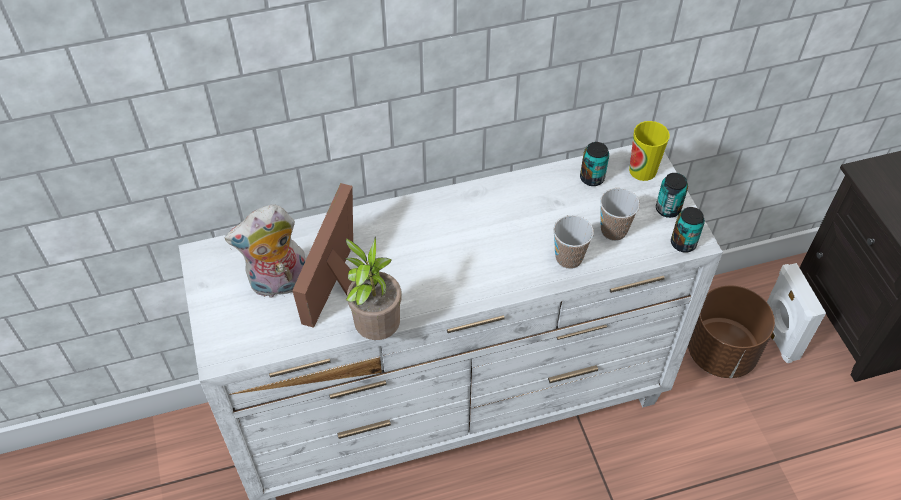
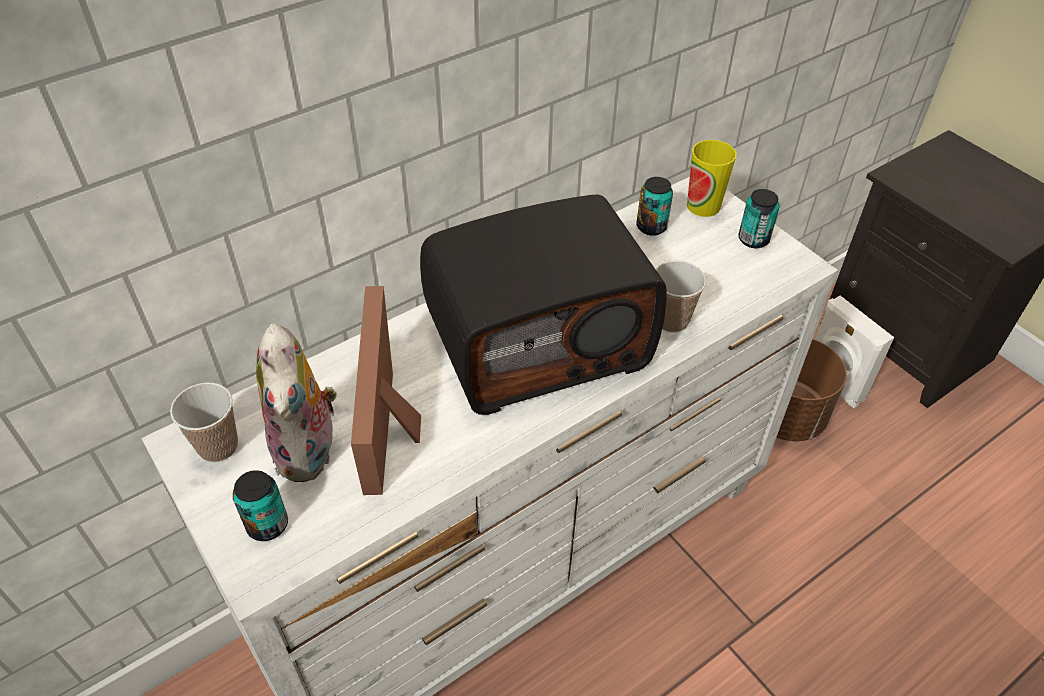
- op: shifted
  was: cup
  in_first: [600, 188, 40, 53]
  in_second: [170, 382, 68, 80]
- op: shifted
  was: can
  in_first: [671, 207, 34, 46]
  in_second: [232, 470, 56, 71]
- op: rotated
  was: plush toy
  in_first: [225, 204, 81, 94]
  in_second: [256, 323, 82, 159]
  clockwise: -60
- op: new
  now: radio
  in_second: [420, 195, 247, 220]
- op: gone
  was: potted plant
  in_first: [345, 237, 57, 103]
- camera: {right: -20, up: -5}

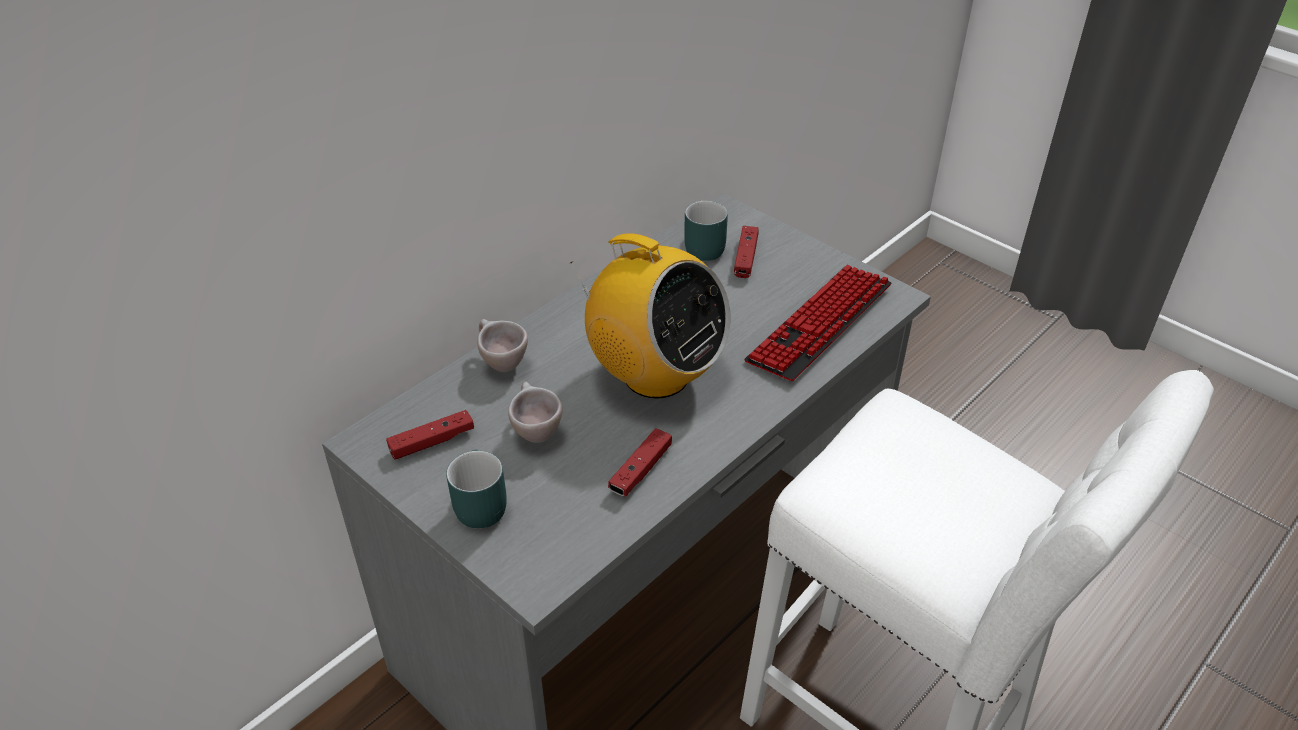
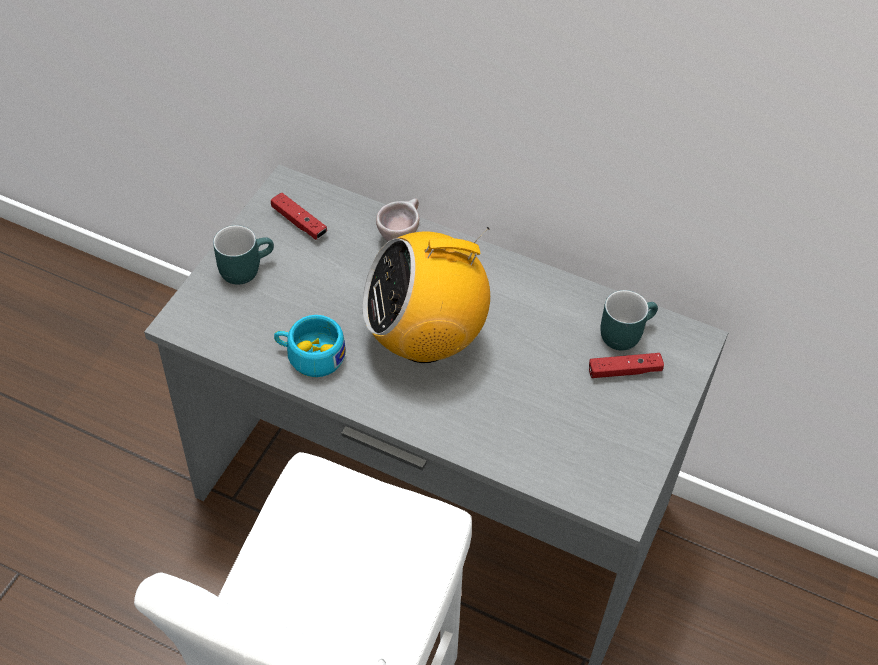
- op: swapped
  was: red game controller
  now: turquoise cup
  in_first: [608, 428, 64, 68]
  in_second: [274, 315, 72, 62]
- op: rotated
  was: radio
  in_first: [570, 233, 161, 166]
  in_second: [362, 227, 128, 136]
  clockwise: 60
- op: gone
  was: beige cup
  in_first: [508, 381, 54, 62]
- op: gone
  was: keyboard
  in_first: [744, 265, 147, 116]
- camera: {right: 70, up: 10}

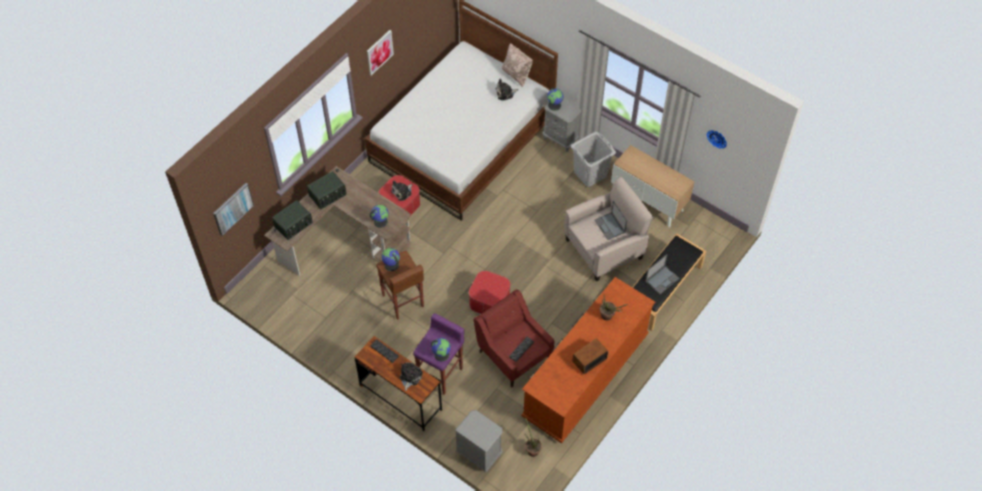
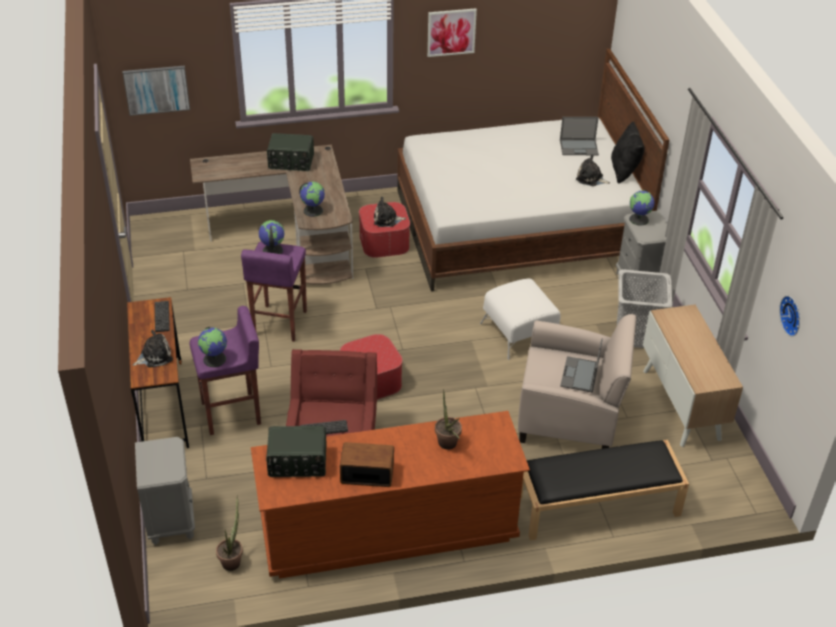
- op: repainted
  was: brown stool
  now: purple stool
  in_first: [376, 251, 48, 69]
  in_second: [241, 242, 66, 100]
- op: shifted
  was: radio
  in_first: [272, 200, 41, 40]
  in_second: [266, 426, 61, 51]
- op: new
  now: white ottoman
  in_second: [480, 279, 81, 81]
- op: shifted
  was: laptop
  in_first: [645, 254, 35, 40]
  in_second: [560, 117, 39, 38]
- op: repainted
  was: beige pillow
  now: black pillow
  in_first: [502, 43, 31, 44]
  in_second: [611, 121, 34, 63]
- camera: {right: 40, up: -15}

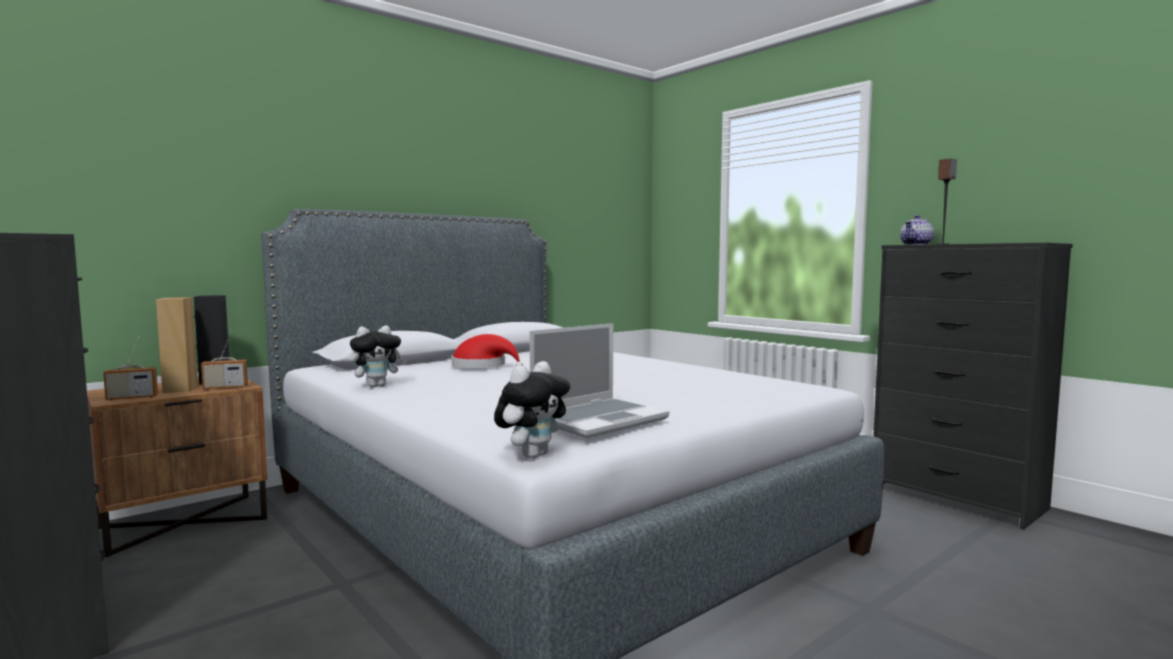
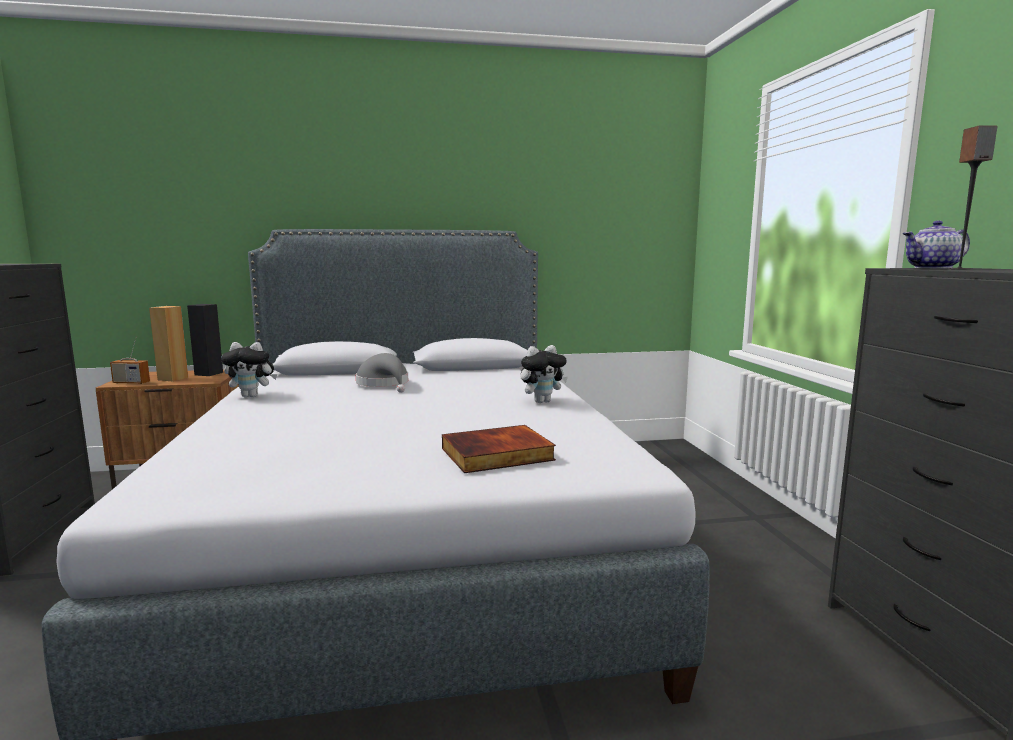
- op: repainted
  was: red hat
  now: grey hat
  in_first: [452, 334, 71, 34]
  in_second: [356, 353, 52, 40]
- op: new
  now: book
  in_second: [442, 425, 114, 48]
- op: shifted
  was: plush toy
  in_first: [494, 361, 76, 98]
  in_second: [520, 345, 48, 58]
- op: gone
  was: radio
  in_first: [201, 331, 47, 59]
- op: gone
  was: laptop
  in_first: [530, 323, 139, 115]
- camera: {right: 30, up: 5}

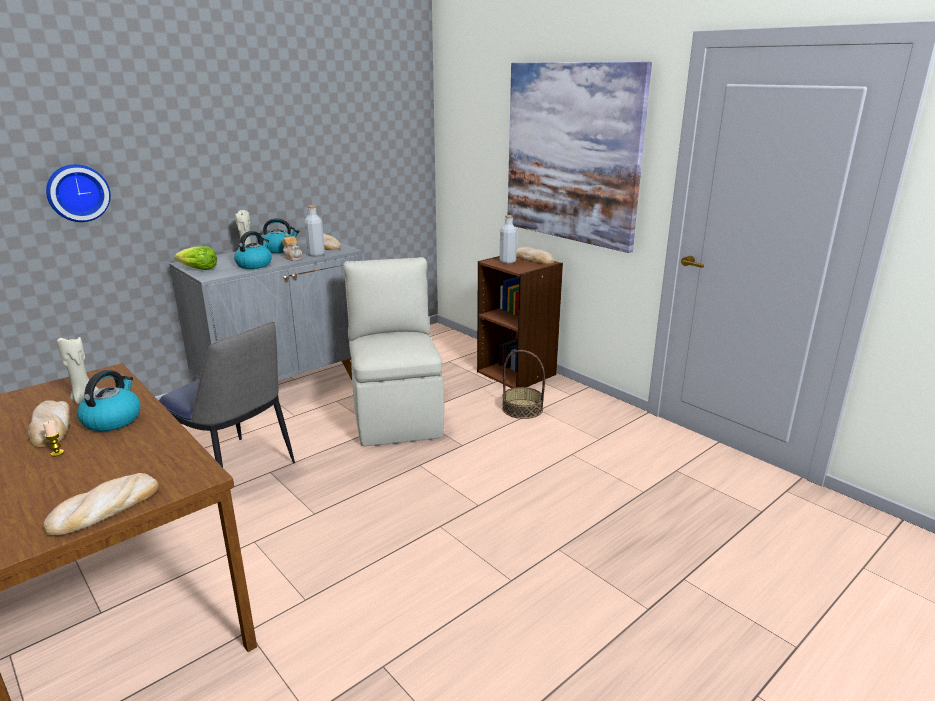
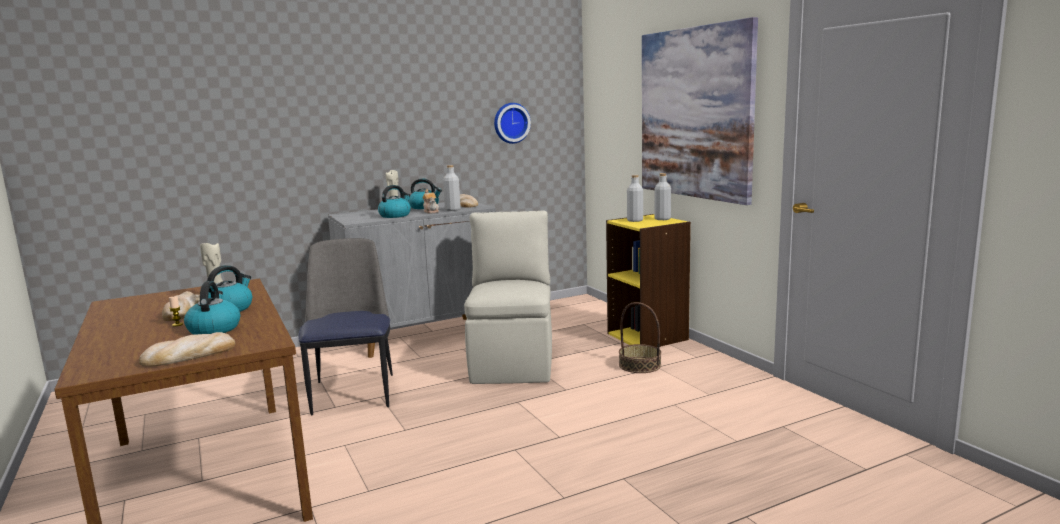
- op: new
  now: kettle
  in_second: [184, 281, 56, 54]
- op: rotated
  was: chair
  in_first: [159, 322, 136, 145]
  in_second: [298, 238, 95, 177]
  clockwise: -150
- op: shifted
  was: wall clock
  in_first: [46, 164, 65, 58]
  in_second: [494, 103, 37, 41]
- op: repainted
  was: brown bookcase
  now: yellow bookcase
  in_first: [477, 256, 86, 132]
  in_second: [606, 214, 85, 133]
- op: swapped
  was: bread
  now: grey bottle
  in_first: [516, 247, 38, 17]
  in_second: [654, 173, 17, 47]
- op: gone
  was: lettuce
  in_first: [174, 246, 43, 24]
- camera: {right: 15, up: -10}

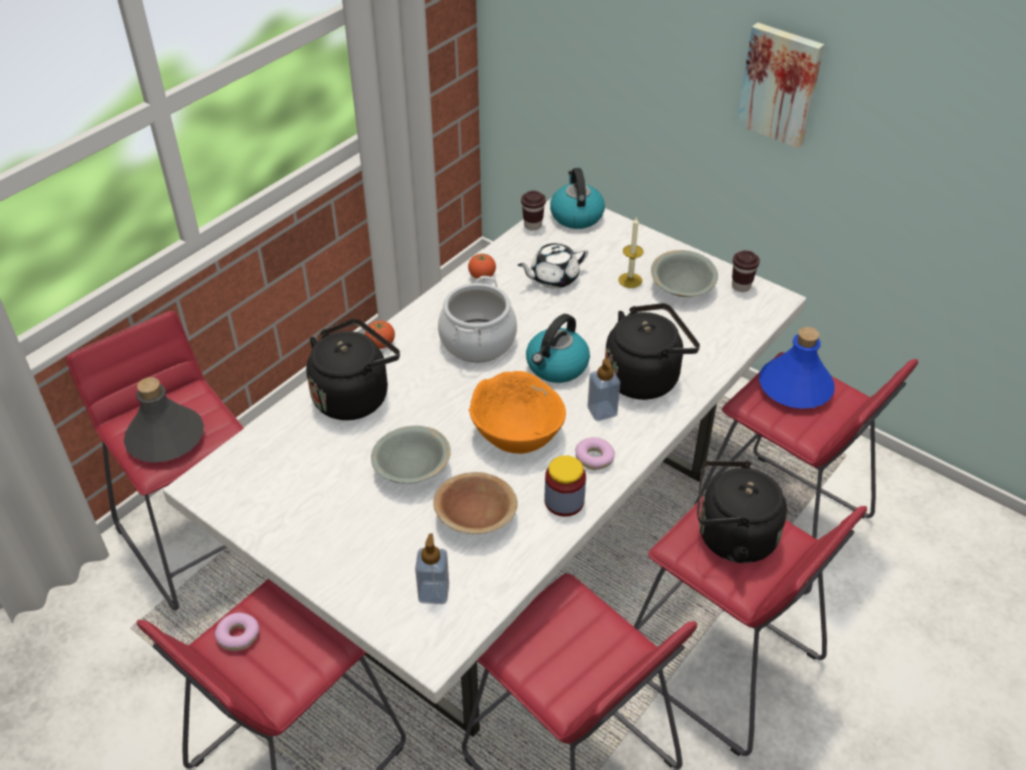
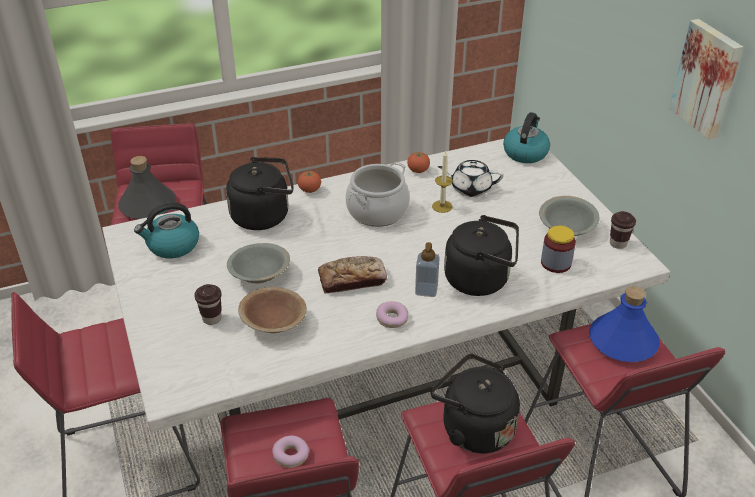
- op: shifted
  was: kettle
  in_first: [526, 314, 64, 69]
  in_second: [134, 202, 65, 56]
- op: shifted
  was: brown cup
  in_first: [521, 191, 25, 40]
  in_second: [194, 284, 28, 41]
- op: shifted
  was: donut
  in_first: [215, 613, 44, 38]
  in_second: [273, 436, 36, 32]
- op: swapped
  was: orange bowl
  now: bread
  in_first: [469, 371, 97, 83]
  in_second: [318, 256, 69, 38]
- op: shifted
  was: candle
  in_first: [619, 217, 24, 71]
  in_second: [432, 151, 21, 62]
- op: shifted
  was: jar
  in_first: [544, 455, 42, 62]
  in_second: [541, 226, 35, 47]
- op: gone
  was: soap dispenser
  in_first: [415, 533, 34, 71]
- camera: {right: 30, up: -5}

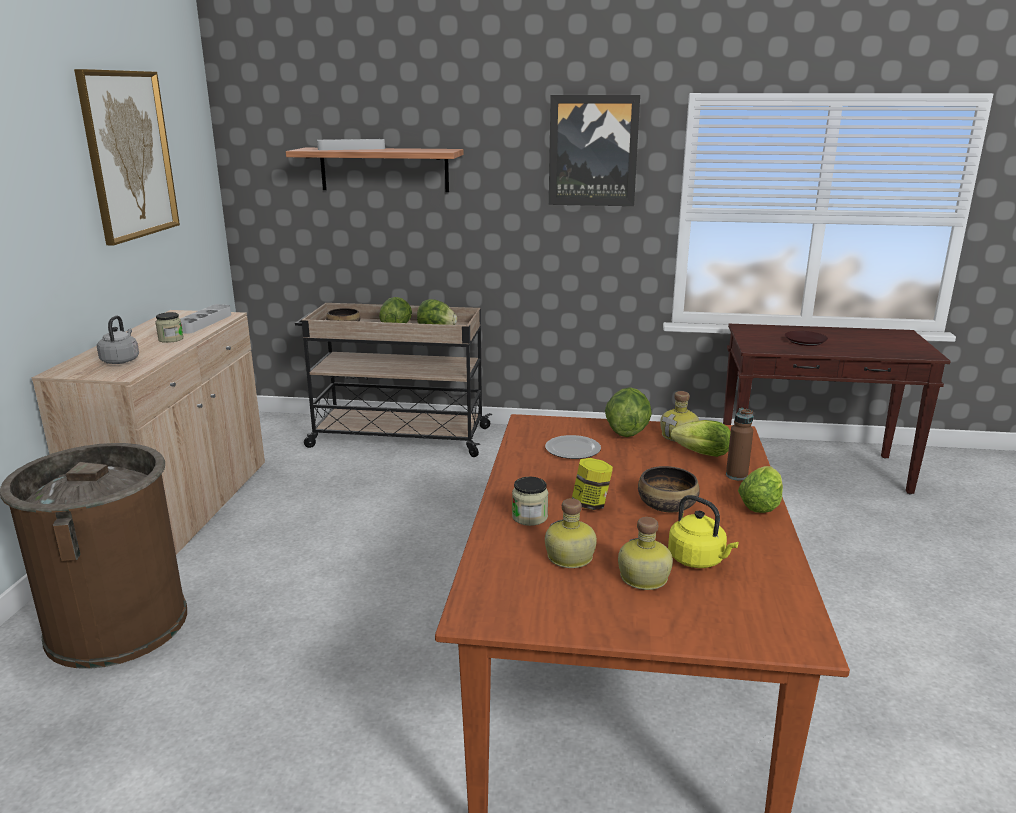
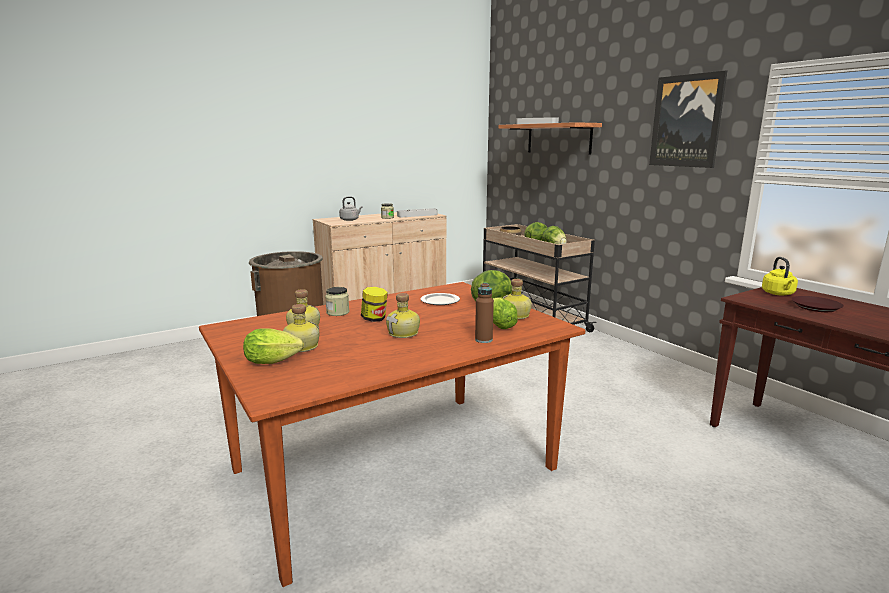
- op: shifted
  was: lettuce
  in_first: [738, 466, 45, 47]
  in_second: [243, 328, 61, 36]
- op: swapped
  was: bowl
  now: bottle
  in_first: [638, 466, 62, 46]
  in_second: [386, 293, 34, 45]
- op: shifted
  was: yellow kettle
  in_first: [668, 495, 71, 73]
  in_second: [762, 257, 36, 39]
- op: gone
  was: picture
  in_first: [74, 69, 106, 177]
- camera: {right: 50, up: -5}

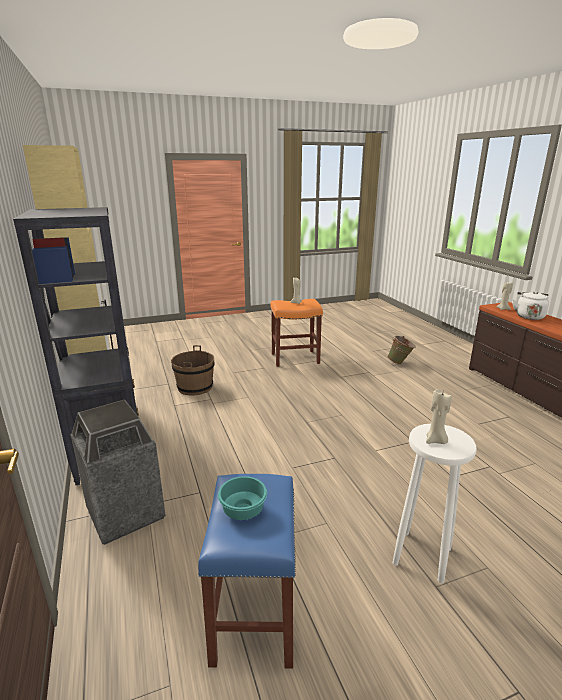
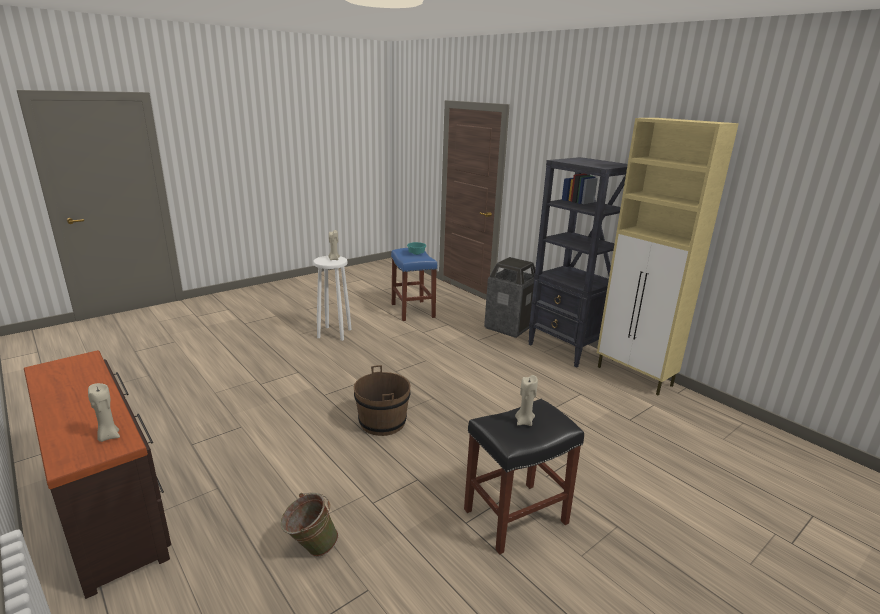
- op: shifted
  was: brown bucket
  in_first: [171, 345, 44, 51]
  in_second: [354, 365, 56, 71]
- op: repainted
  was: orange stool
  now: black stool
  in_first: [270, 299, 53, 68]
  in_second: [464, 399, 120, 156]
- op: gone
  was: white kettle
  in_first: [513, 292, 36, 28]
- camera: {right: 160, up: 0}

